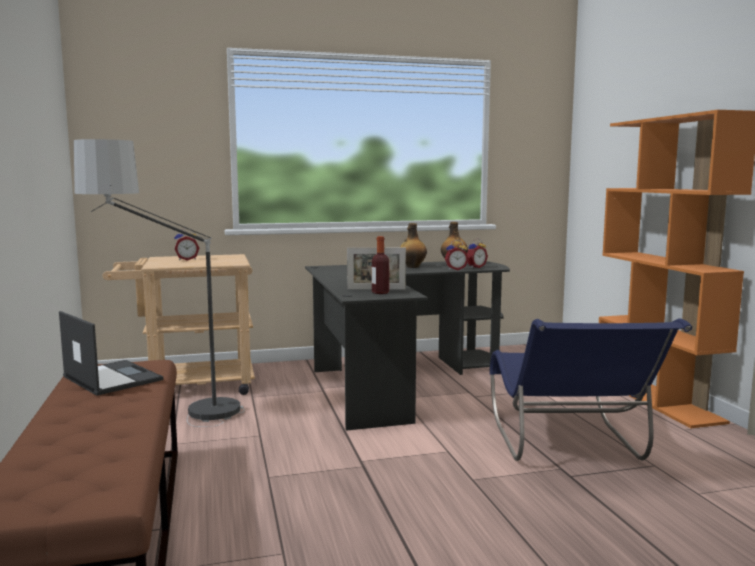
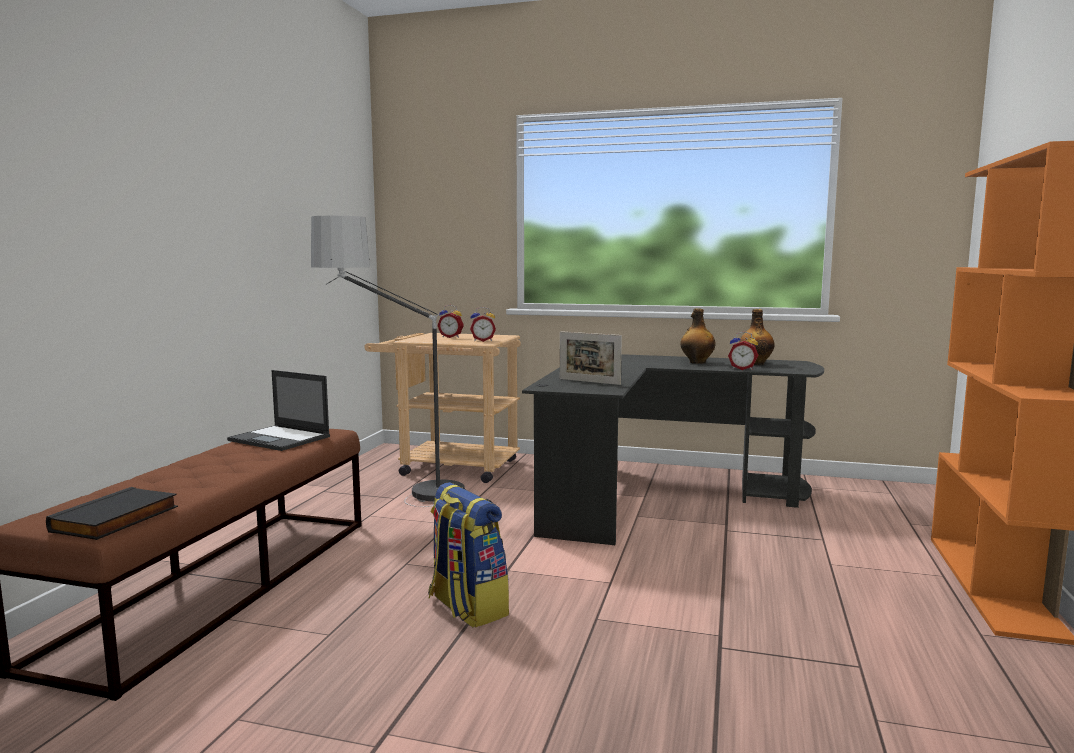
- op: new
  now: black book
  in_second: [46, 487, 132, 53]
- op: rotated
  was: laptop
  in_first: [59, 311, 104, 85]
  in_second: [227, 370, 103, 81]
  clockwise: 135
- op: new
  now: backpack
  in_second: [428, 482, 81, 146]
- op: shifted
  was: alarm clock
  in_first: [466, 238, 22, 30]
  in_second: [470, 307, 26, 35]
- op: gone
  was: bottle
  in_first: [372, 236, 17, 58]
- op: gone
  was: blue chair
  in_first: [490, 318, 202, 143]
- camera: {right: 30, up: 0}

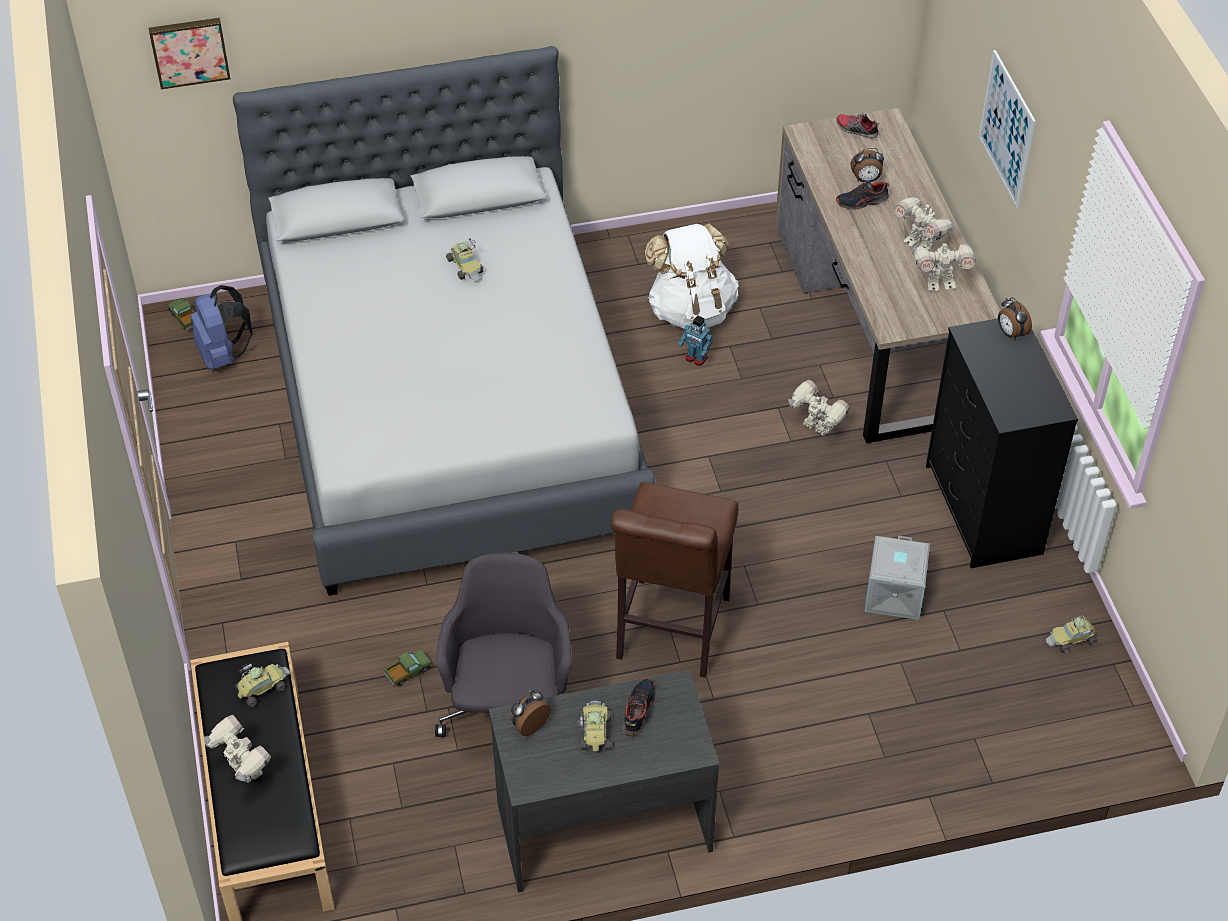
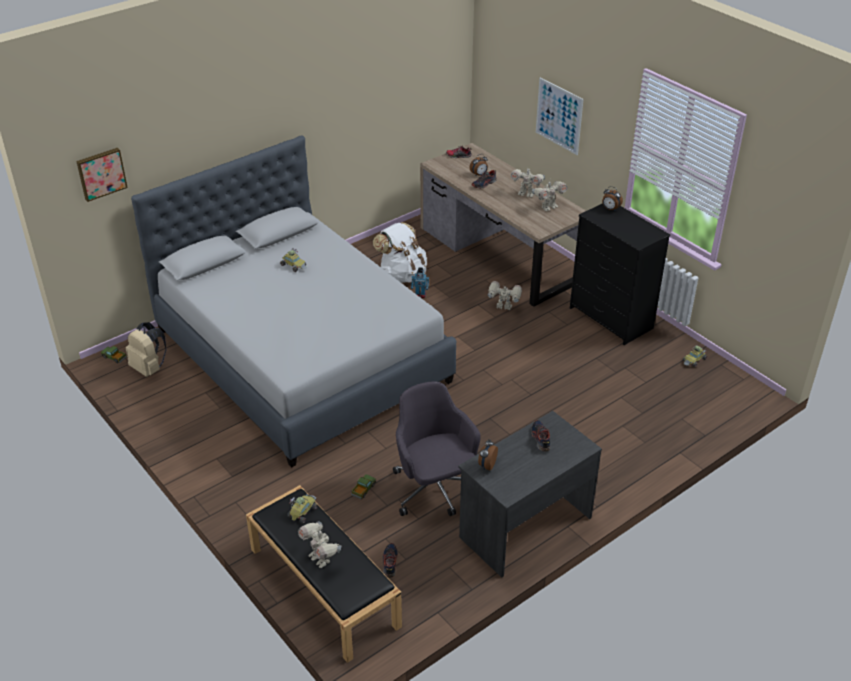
- op: repainted
  was: blue backpack
  now: beige backpack
  in_first: [190, 285, 63, 84]
  in_second: [126, 322, 40, 55]
- op: rotated
  was: toy robot
  in_first: [204, 715, 67, 68]
  in_second: [298, 521, 43, 47]
  clockwise: -150
- op: new
  now: shoe
  in_second: [383, 543, 15, 35]
- op: gone
  was: toy car
  in_first: [578, 701, 33, 50]
- op: gone
  was: brown stool
  in_first: [611, 482, 127, 196]
- op: gone
  was: grey storage box
  in_first: [865, 536, 65, 84]
- camera: {right: -25, up: -10}

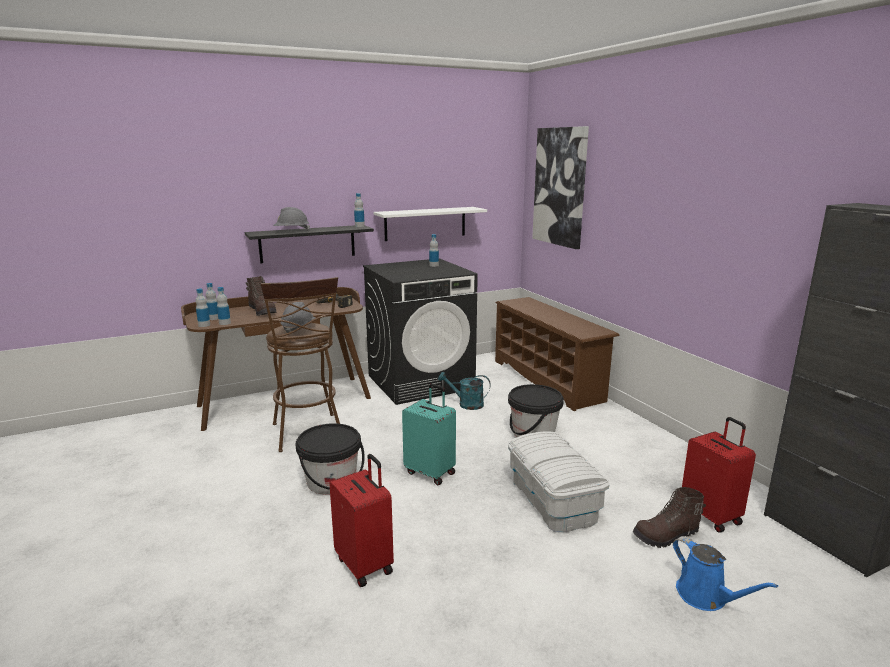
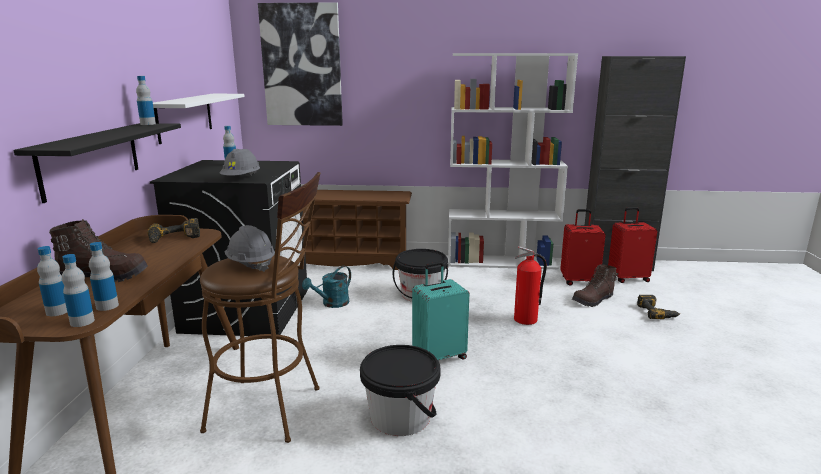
- op: shifted
  was: grey hard hat
  in_first: [273, 207, 37, 24]
  in_second: [219, 149, 41, 27]
- op: new
  now: white bookcase
  in_second: [448, 53, 130, 216]
- op: swapped
  was: white storage box
  now: fire extinguisher
  in_first: [508, 431, 101, 101]
  in_second: [514, 246, 33, 79]
- op: rotated
  was: brown boot
  in_first: [633, 487, 73, 61]
  in_second: [572, 264, 46, 43]
  clockwise: 45
- op: shifted
  was: red suitcase
  in_first: [329, 454, 65, 133]
  in_second: [608, 207, 50, 76]
- op: swapped
  was: blue watering can
  now: power drill
  in_first: [673, 536, 105, 75]
  in_second: [637, 295, 43, 24]
- camera: {right: -60, up: 0}

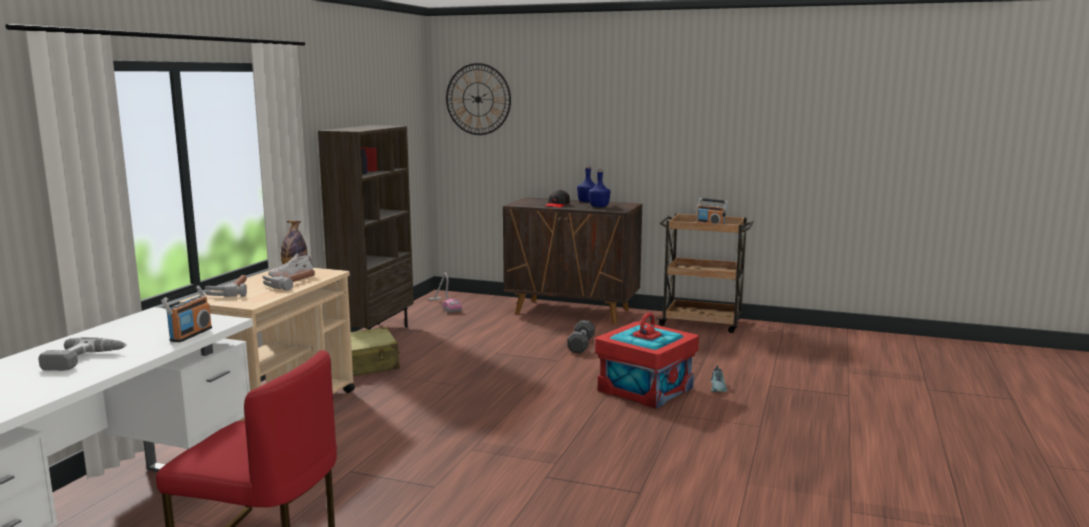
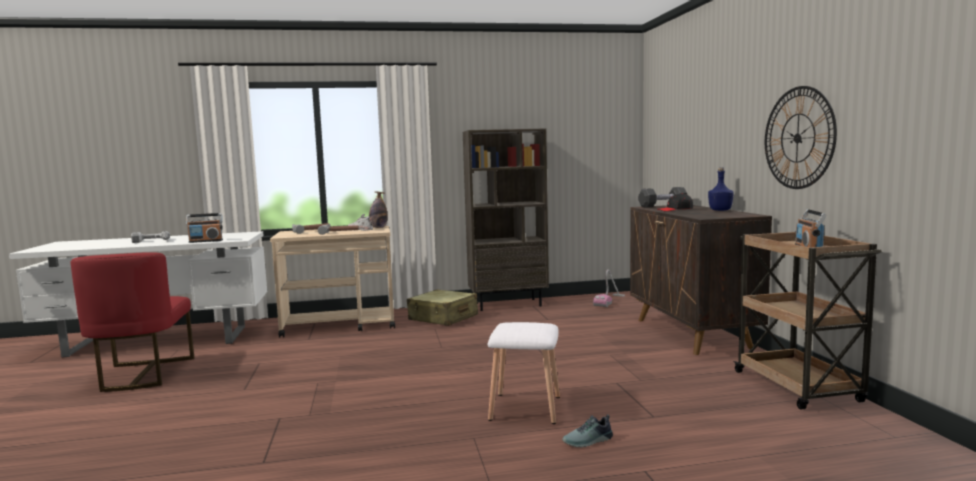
- op: swapped
  was: red storage box
  now: white stool
  in_first: [595, 313, 104, 96]
  in_second: [487, 322, 73, 102]
- op: shifted
  was: black dumbbell
  in_first: [567, 320, 28, 33]
  in_second: [638, 187, 49, 21]
- op: shifted
  was: wall clock
  in_first: [446, 63, 65, 72]
  in_second: [765, 86, 72, 103]
- op: gone
  was: blue bottle
  in_first: [589, 169, 21, 38]
- camera: {right: 60, up: -5}

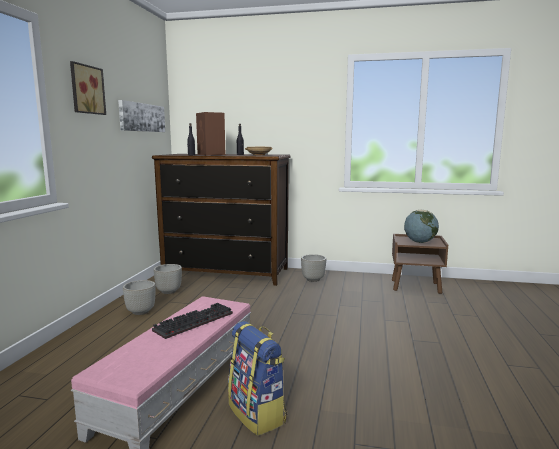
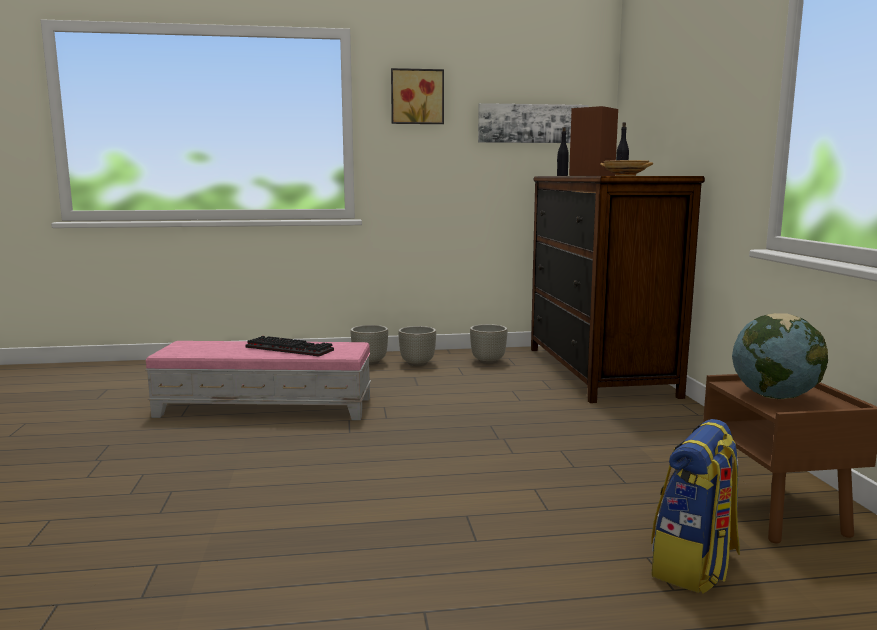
- op: shifted
  was: grey planter
  in_first: [301, 254, 25, 28]
  in_second: [350, 325, 38, 40]
- op: shifted
  was: backpack
  in_first: [228, 321, 59, 115]
  in_second: [651, 419, 89, 175]
- camera: {right: 70, up: 0}

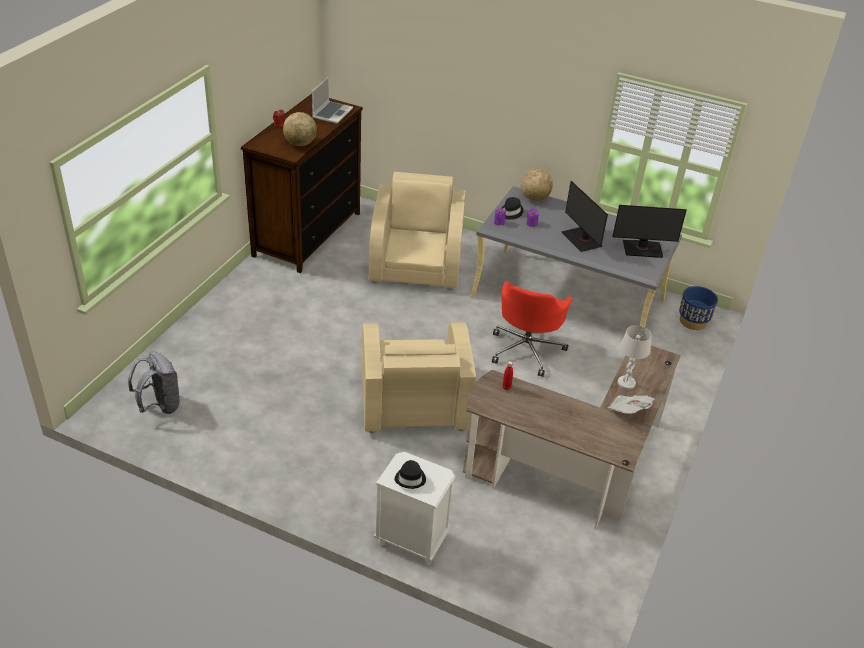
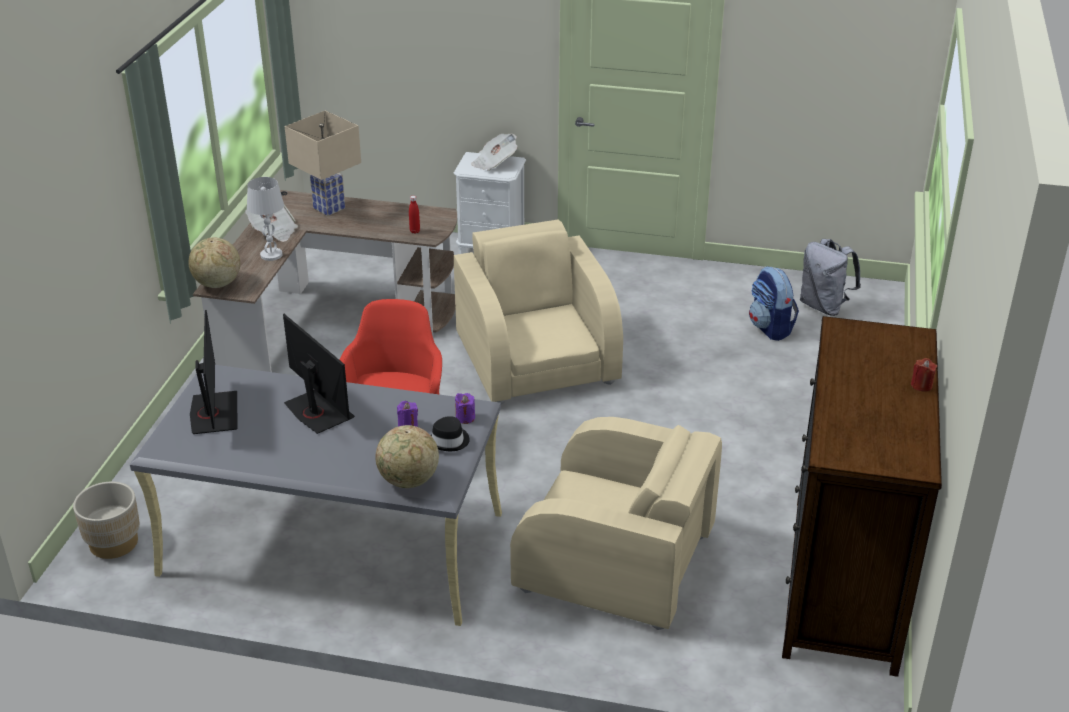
- op: repainted
  was: blue planter
  now: beige planter
  in_first: [679, 286, 39, 44]
  in_second: [73, 482, 67, 77]
- op: shifted
  was: globe
  in_first: [283, 112, 34, 34]
  in_second: [188, 238, 52, 50]
- op: rotated
  was: monitor
  in_first: [612, 205, 75, 53]
  in_second: [190, 310, 48, 124]
  clockwise: 90
- op: new
  now: beige table lamp
  in_second: [285, 111, 76, 105]
- op: swapped
  was: black hat
  now: newspaper
  in_first: [395, 460, 31, 29]
  in_second: [471, 134, 46, 37]
- op: rotated
  was: beige armchair
  in_first: [369, 172, 97, 118]
  in_second: [510, 417, 212, 213]
  clockwise: -60
- op: new
  now: backpack
  in_second: [749, 266, 50, 75]
- op: gone
  was: laptop
  in_first: [312, 76, 41, 48]
- camera: {right: 170, up: -5}

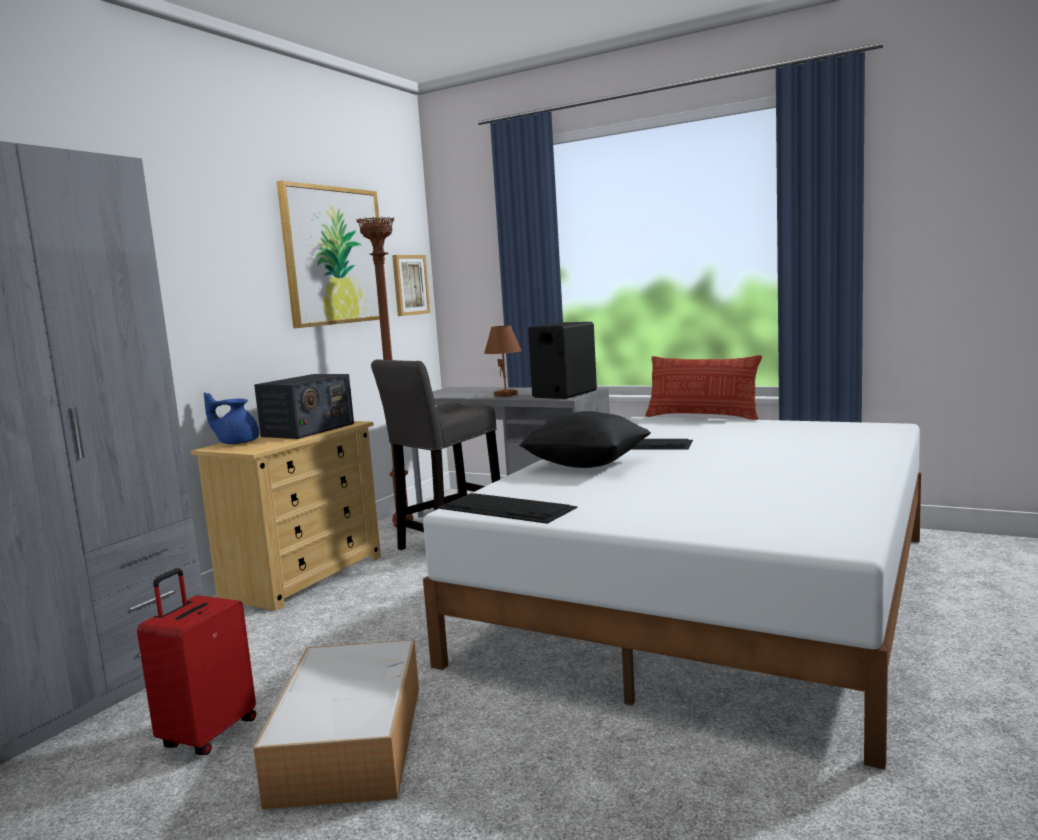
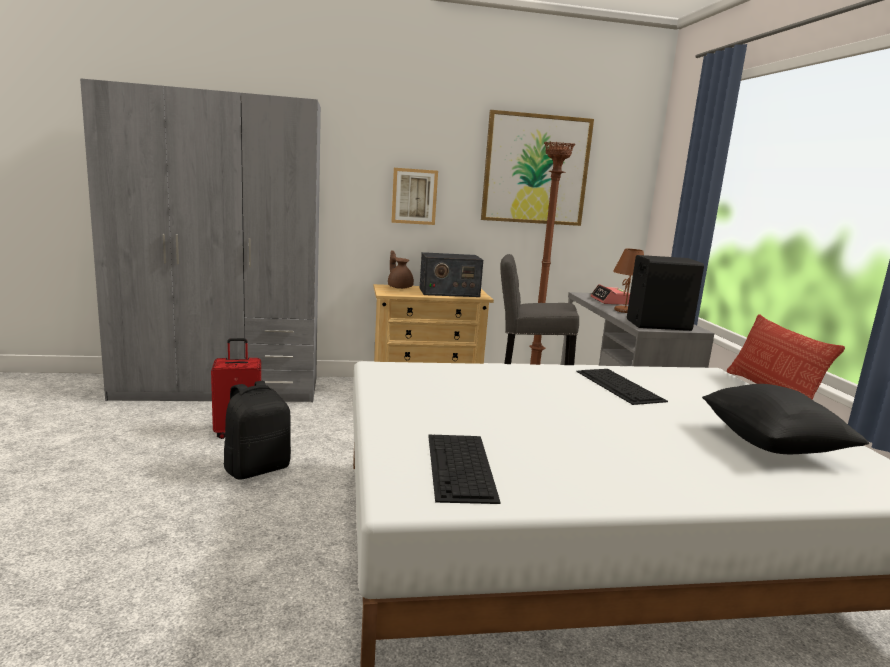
- op: swapped
  was: storage box
  now: black backpack
  in_first: [253, 639, 166, 171]
  in_second: [224, 381, 67, 99]
- op: repainted
  was: blue teapot
  now: brown teapot
  in_first: [204, 392, 55, 52]
  in_second: [388, 250, 26, 39]
- op: shifted
  was: picture
  in_first: [392, 255, 38, 61]
  in_second: [391, 168, 47, 57]
- op: shifted
  was: keyboard
  in_first: [438, 493, 139, 31]
  in_second: [428, 435, 73, 69]
- op: new
  now: alarm clock
  in_second: [590, 284, 40, 21]
- op: shifted
  was: black pillow
  in_first: [519, 411, 132, 57]
  in_second: [702, 384, 167, 70]
- camera: {right: 50, up: 5}

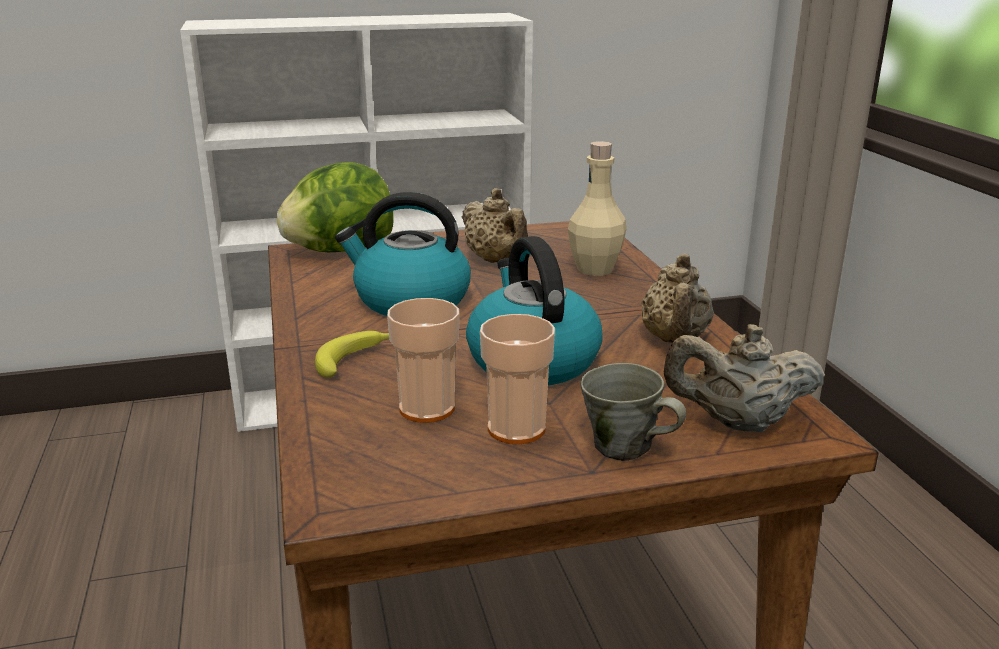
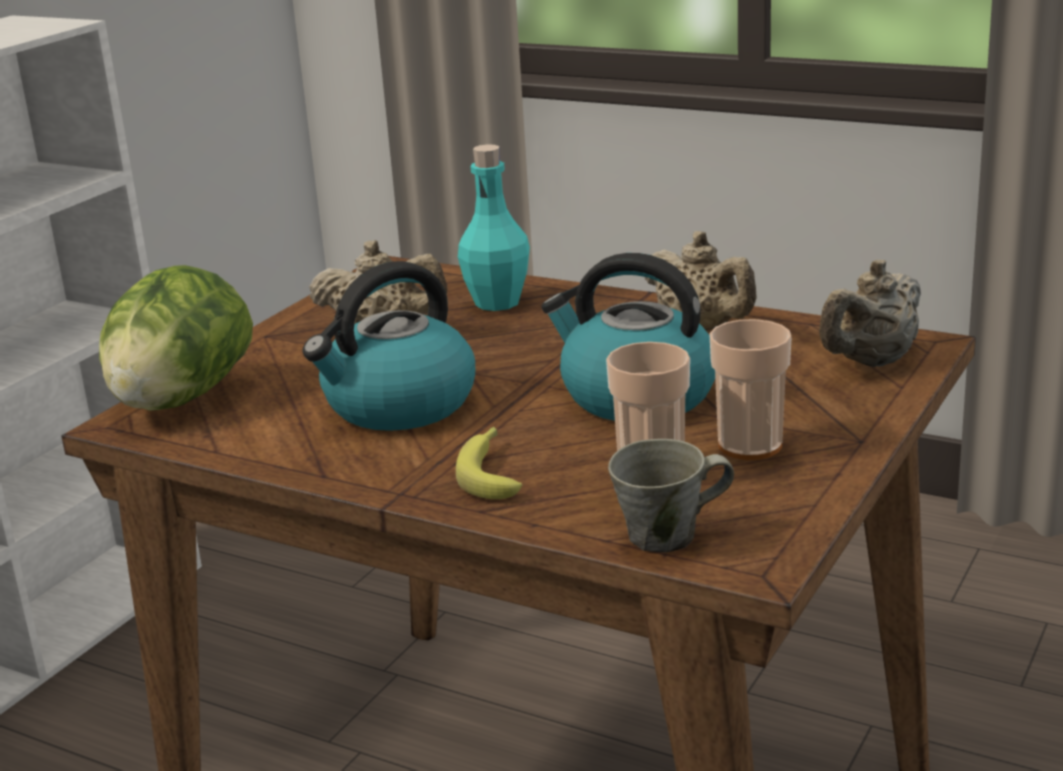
- op: repainted
  was: beige bottle
  now: turquoise bottle
  in_first: [568, 141, 59, 135]
  in_second: [458, 144, 72, 167]
- op: shifted
  was: grey mug
  in_first: [581, 363, 105, 98]
  in_second: [608, 439, 126, 114]
- camera: {right: -45, up: 0}

